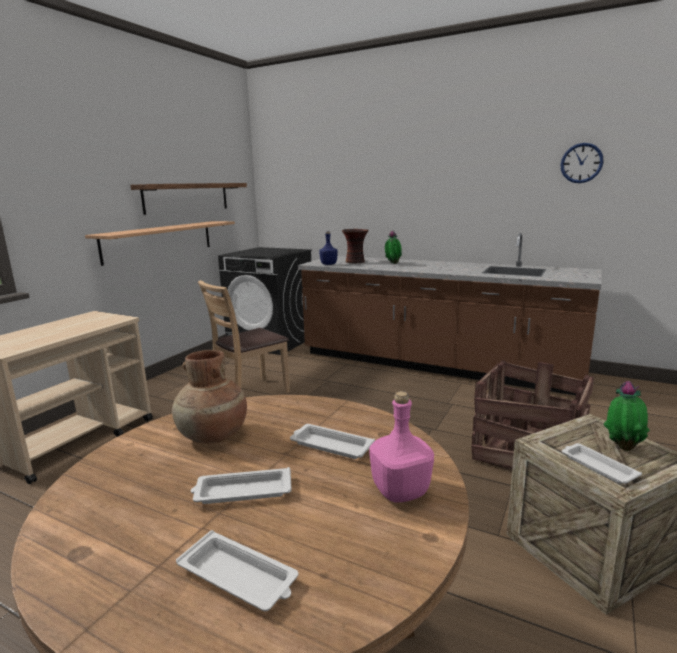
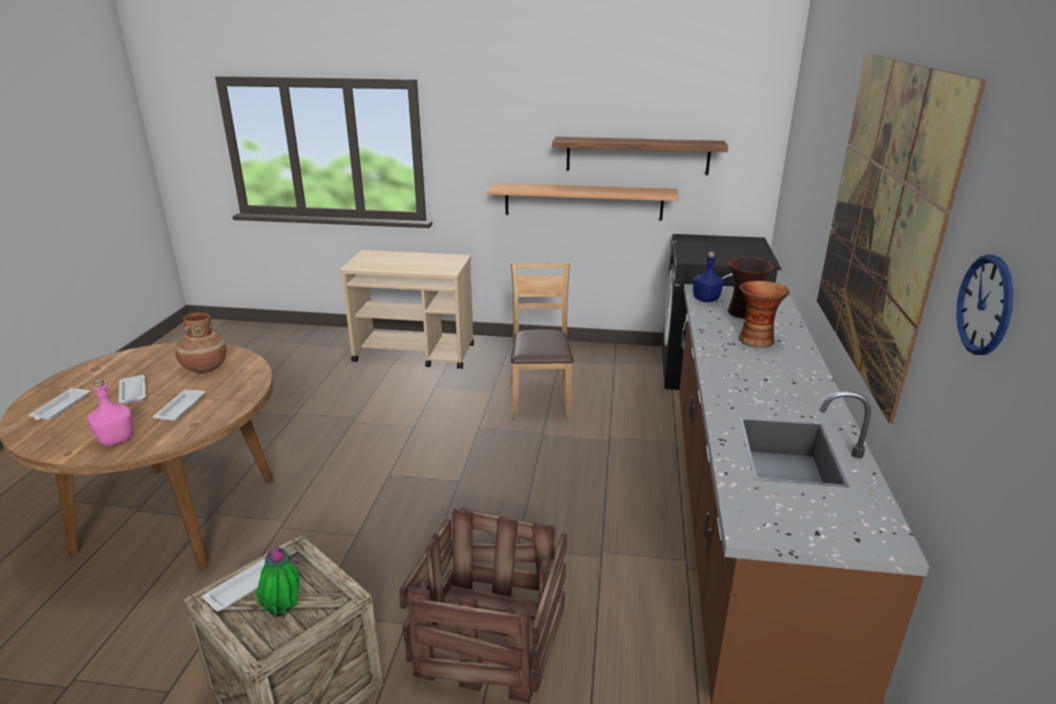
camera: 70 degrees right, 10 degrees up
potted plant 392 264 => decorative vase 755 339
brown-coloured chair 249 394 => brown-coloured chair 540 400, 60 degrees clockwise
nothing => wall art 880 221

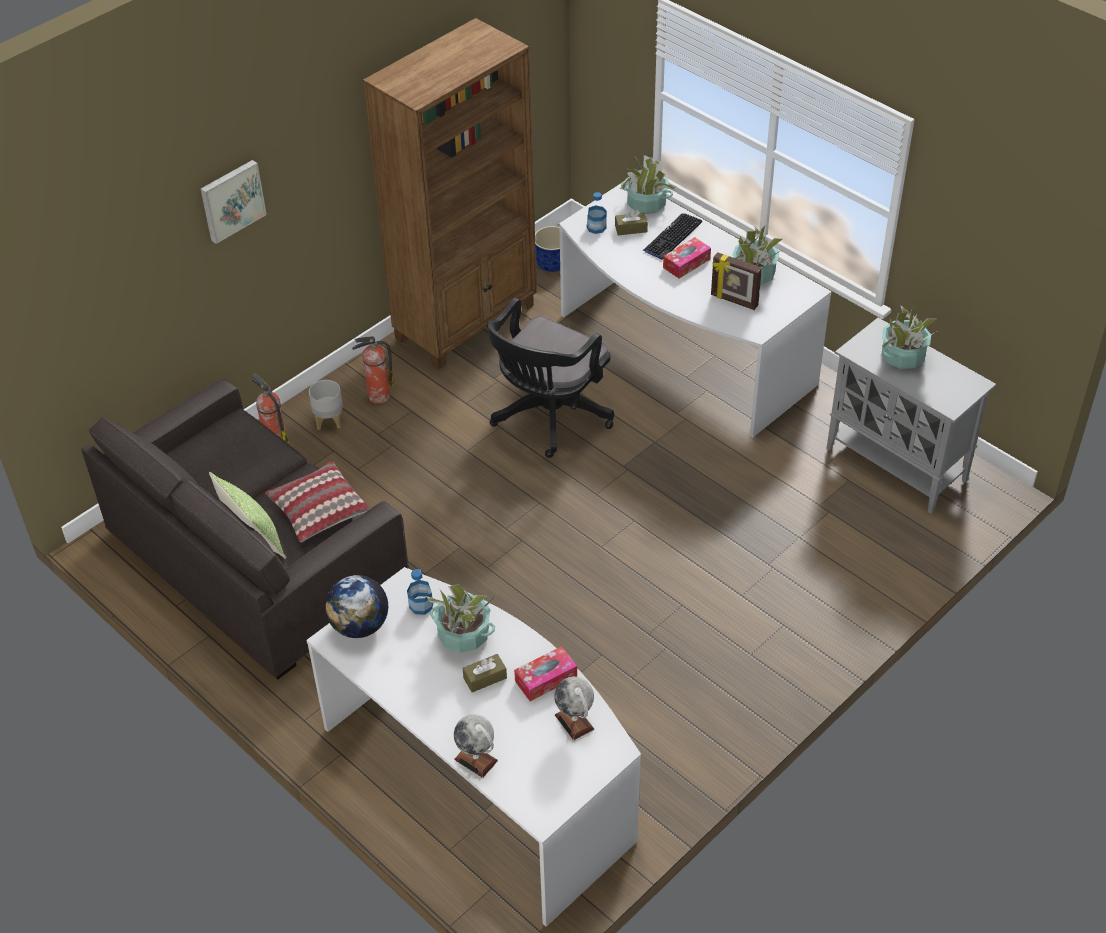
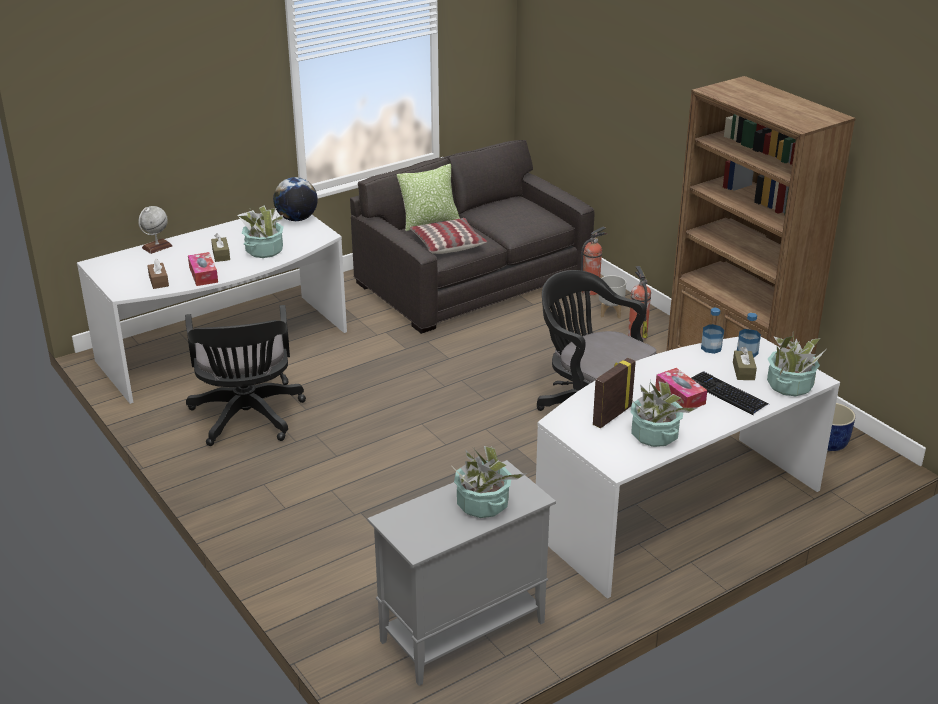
camera: 100 degrees right, 15 degrees down
wall art 231 200 => nothing
beverage bottle 421 605 => beverage bottle 711 348, relocated
desk globe 574 722 => brown-coloured box of tissues 158 281
nothing => black computer chair 247 419

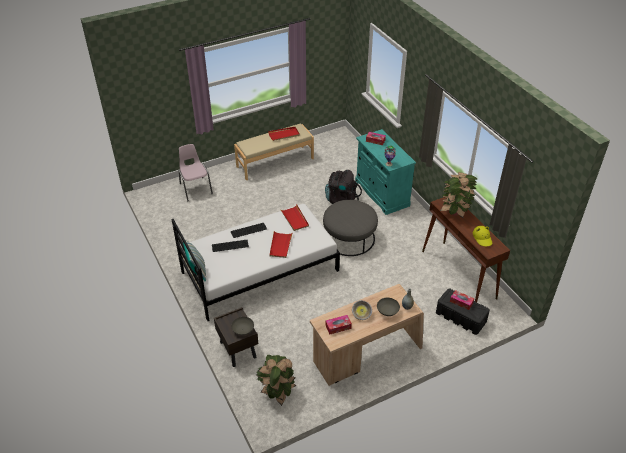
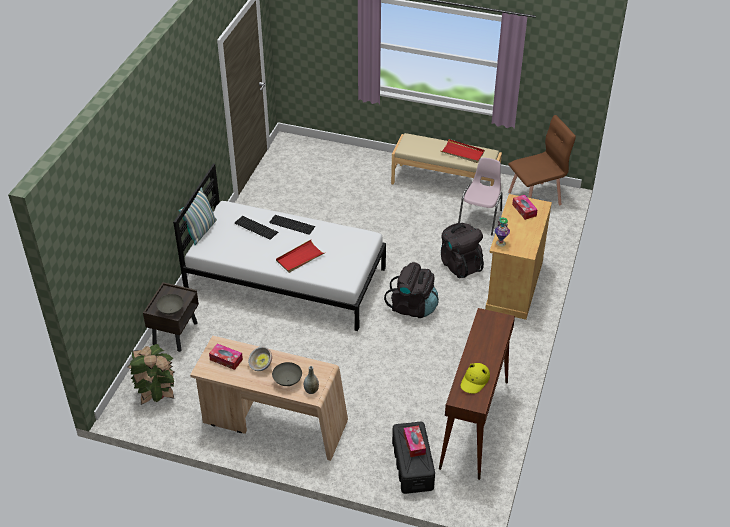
camera: 45 degrees right, 0 degrees up
turquoise cupboard 381 193 => beige cupboard 514 285
pink-coloured chair 195 188 => pink-coloured chair 481 218, relocated
potted plant 455 213 => nothing
greyish footrest 349 238 => black knapsack 413 307
red carrying tray 295 219 => nothing
nothing => brown-coloured chair 535 198

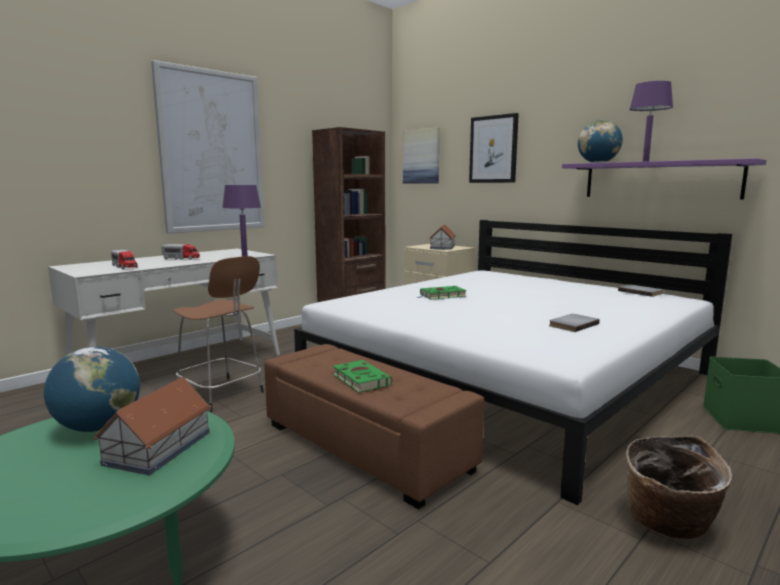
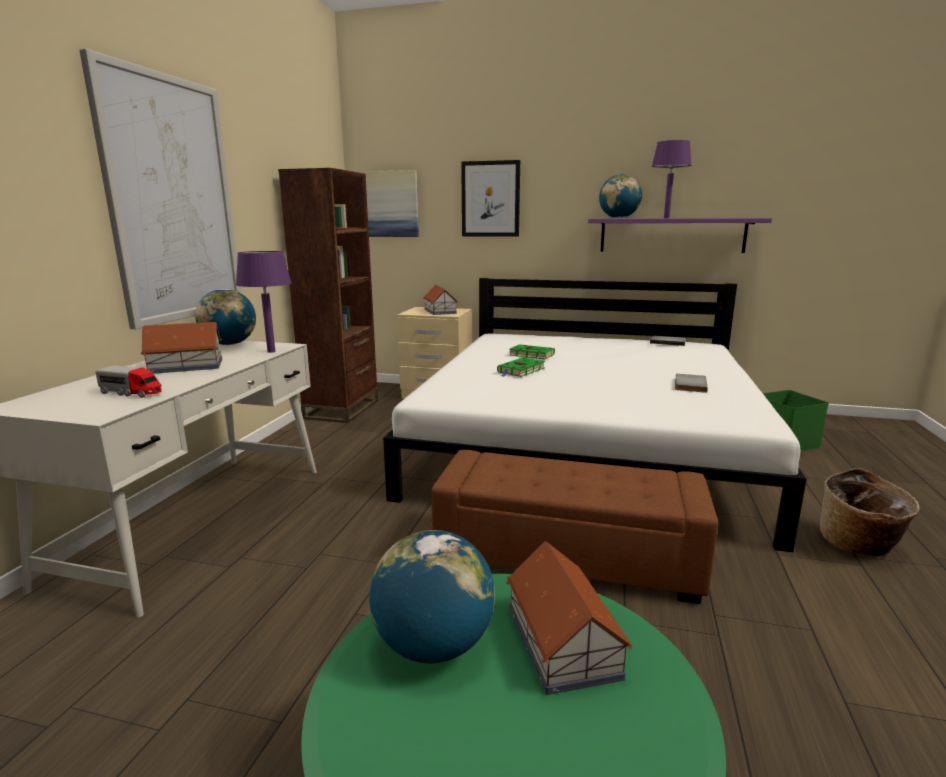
camera: 30 degrees left, 5 degrees up
toy lorry 181 258 => model house 185 366
brown-coloured stool 222 395 => nothing
greenish volume 360 379 => greenish volume 530 355, relocated
nothing => desk globe 230 344

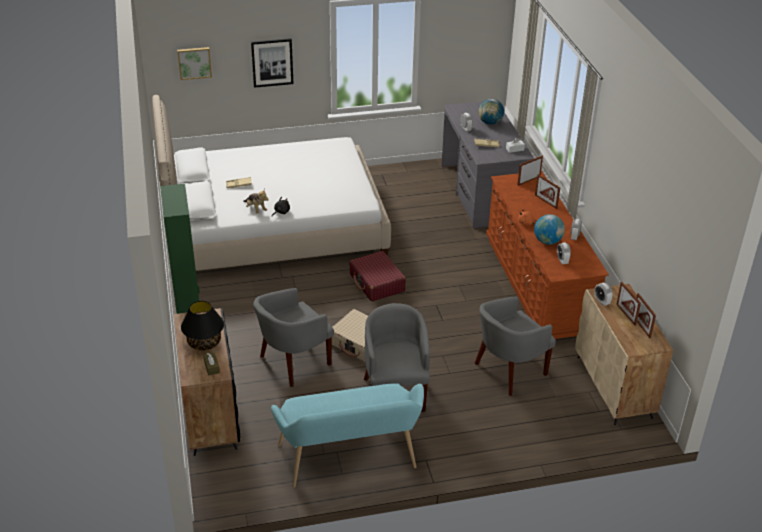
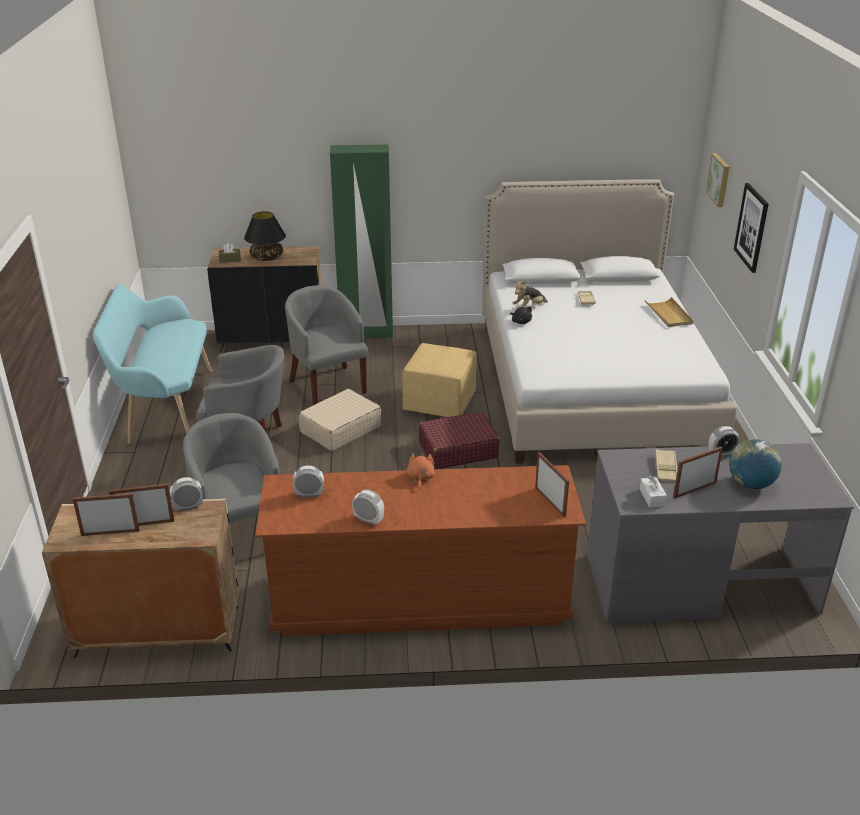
camera: 100 degrees right, 5 degrees down
picture frame 546 202 => picture frame 694 490, relocated
desk globe 547 241 => nothing
nothing => beige carrying tray 668 314
nothing => yellowish footrest 440 404

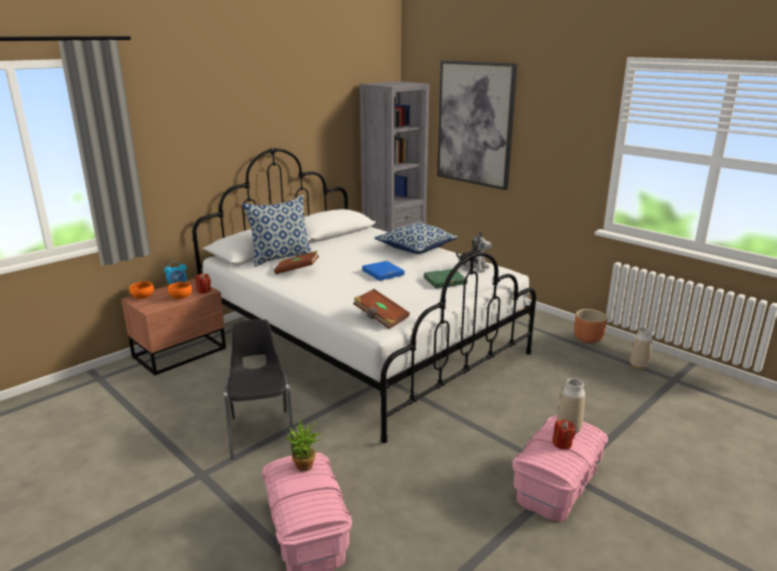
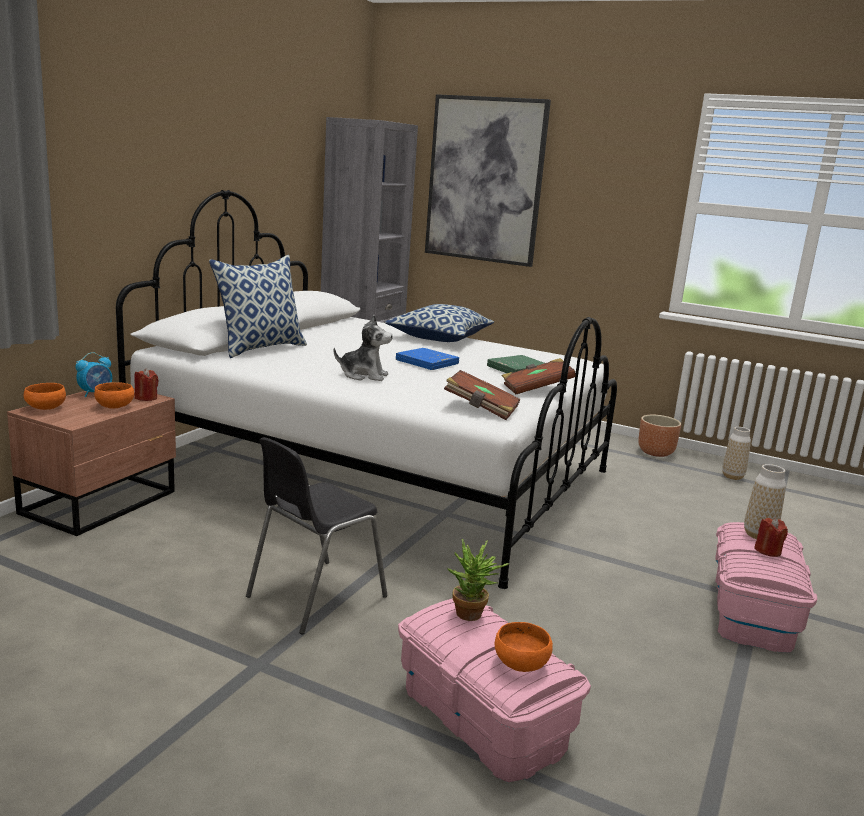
camera: 20 degrees left, 5 degrees down
plush toy 473 267 => plush toy 363 375, relocated
brown-coloured volume 297 271 => brown-coloured volume 536 390, relocated
black chair 261 433 => black chair 314 596, 105 degrees counterclockwise
nothing => orange serving bowl 519 663

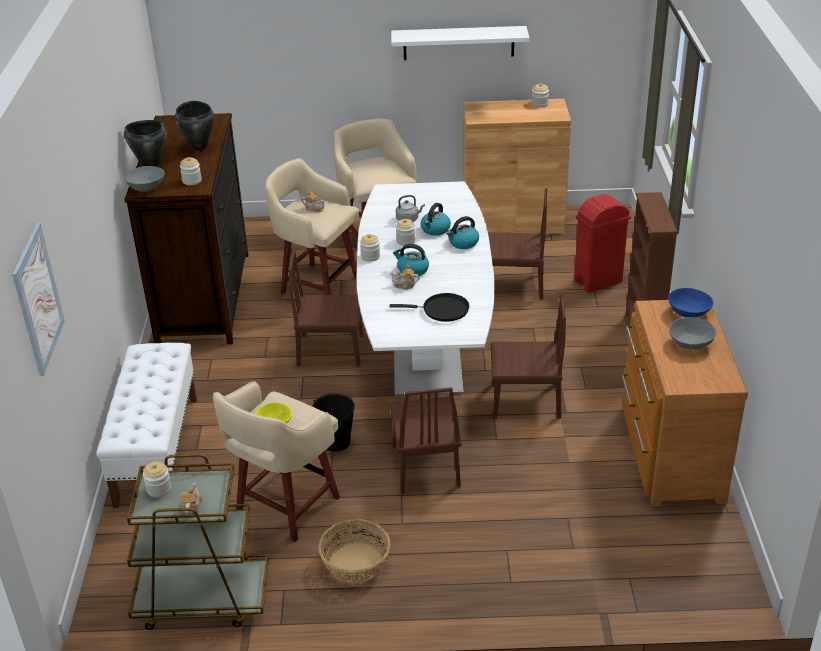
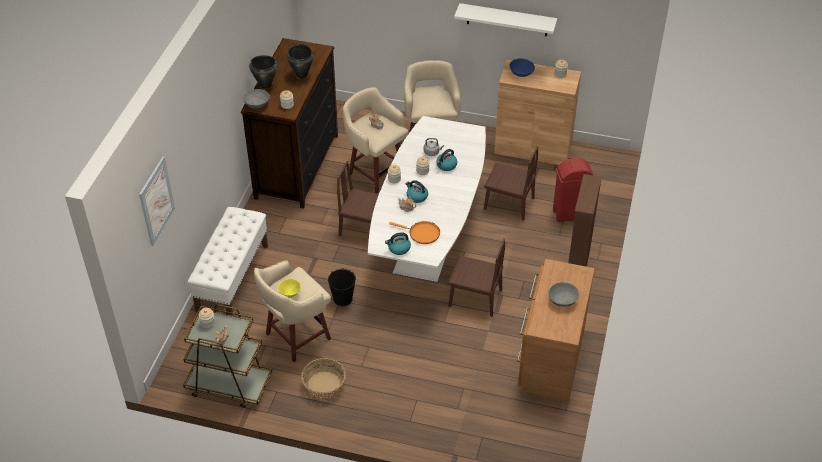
camera: 15 degrees right, 10 degrees up
water kettle 463 243 => water kettle 398 248, relocated
bluish serving bowl 688 313 => bluish serving bowl 521 73, relocated
black frying pan 442 310 => orange frying pan 422 234
brown-coloured chair 426 465 => nothing

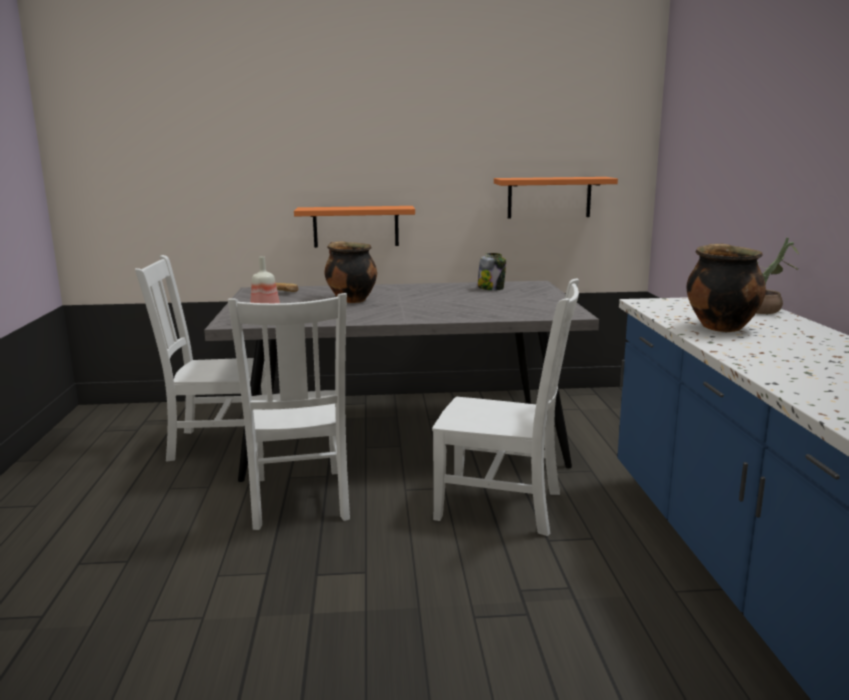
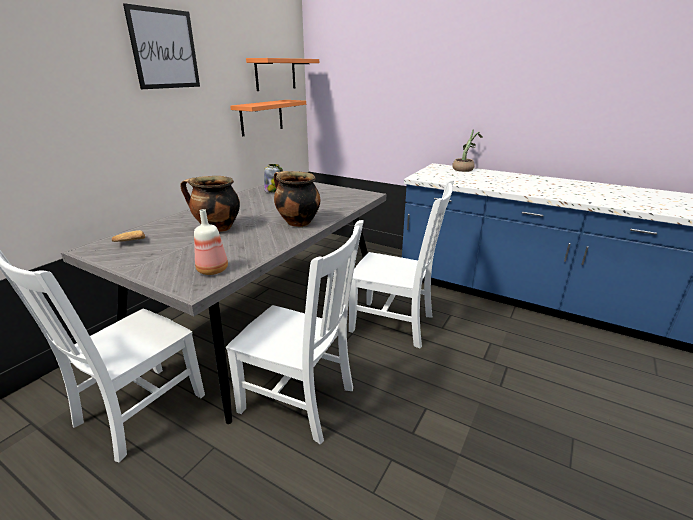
camera: 55 degrees left, 10 degrees up
orange bracket shelf 356 226 => orange bracket shelf 275 74, relocated
stockpot 719 327 => stockpot 297 223, relocated
whitish chair 503 506 => whitish chair 395 324, 60 degrees clockwise
nothing => wall art 164 49

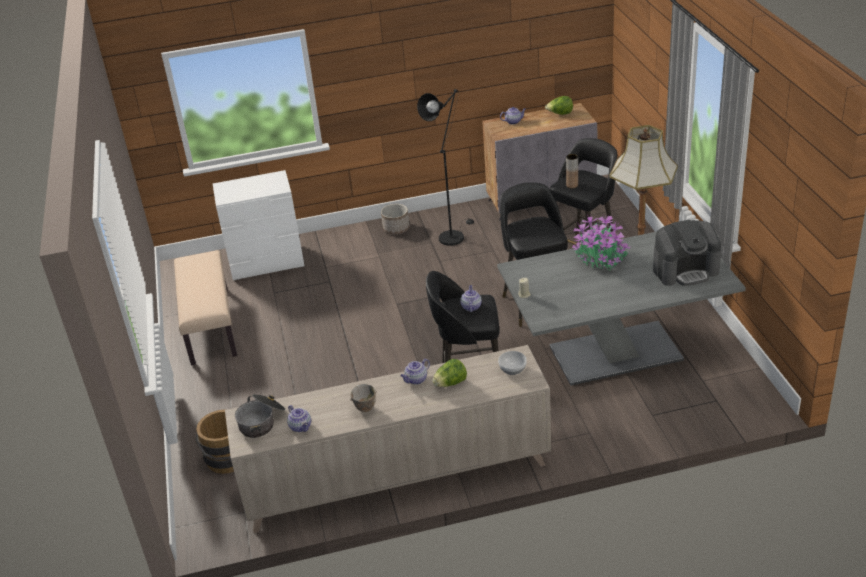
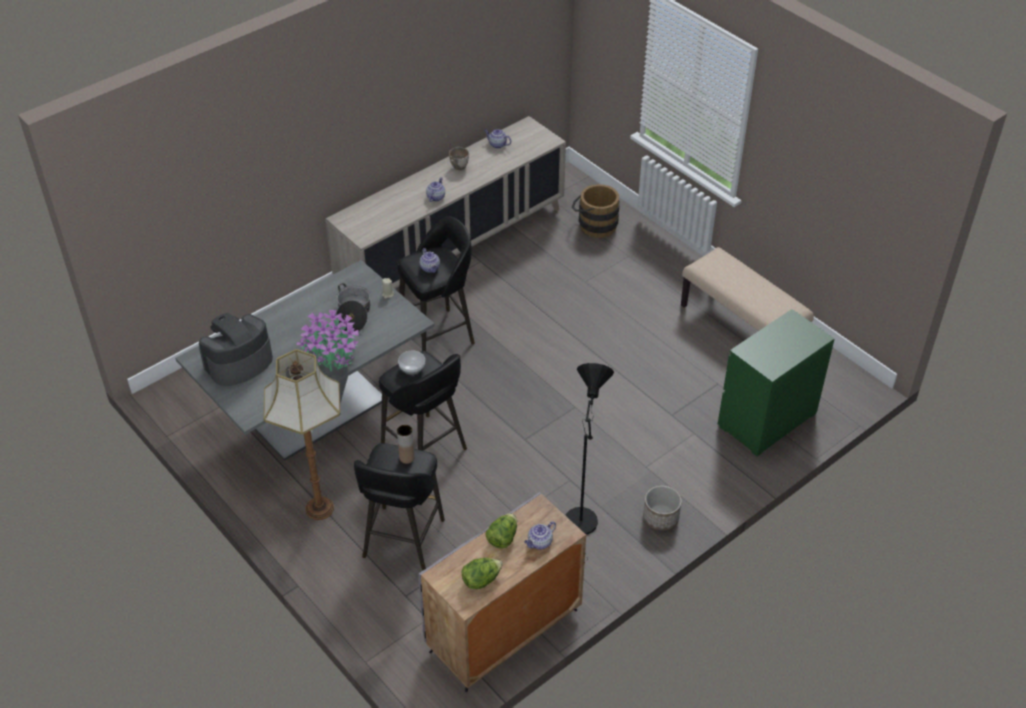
camera: 150 degrees right, 10 degrees up
whitish drawer chest 267 262 => greenish drawer chest 766 420
serving bowl 512 369 => serving bowl 412 369, relocated
head of lettuce 450 383 => head of lettuce 502 538, relocated
stockpot 262 422 => stockpot 353 315, relocated

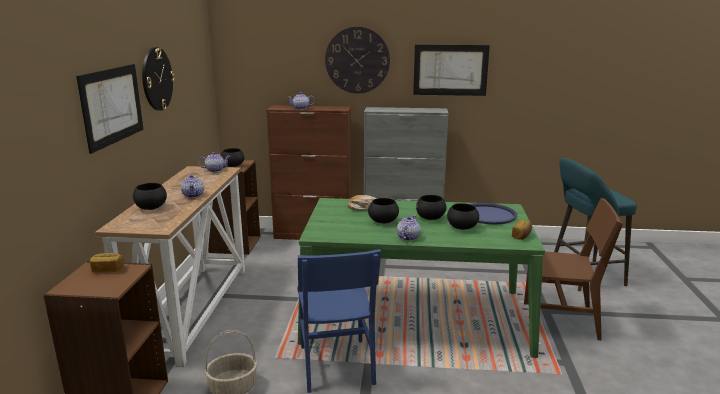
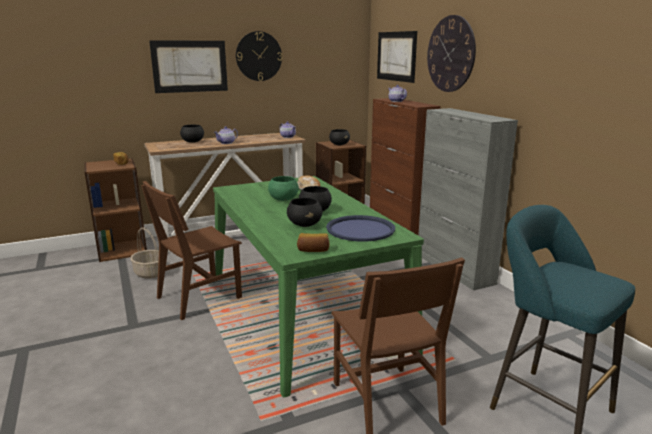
camera: 60 degrees right, 0 degrees up
wall art 450 70 => wall art 396 56, relocated
black serving bowl 383 221 => greenish serving bowl 283 199
tea pot 407 238 => nothing
bluish chair 336 364 => brown-coloured chair 199 298

